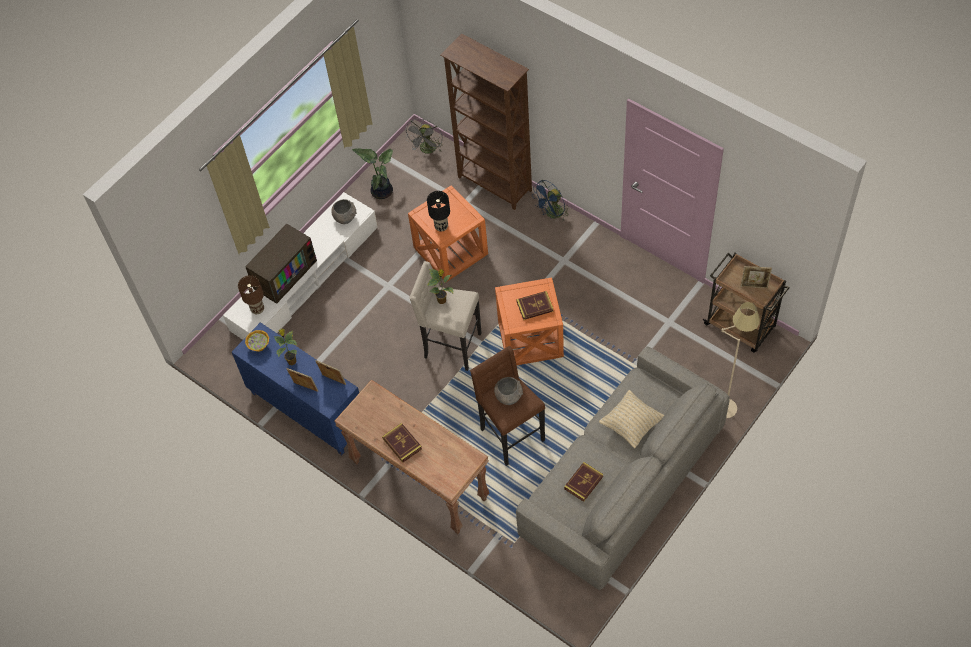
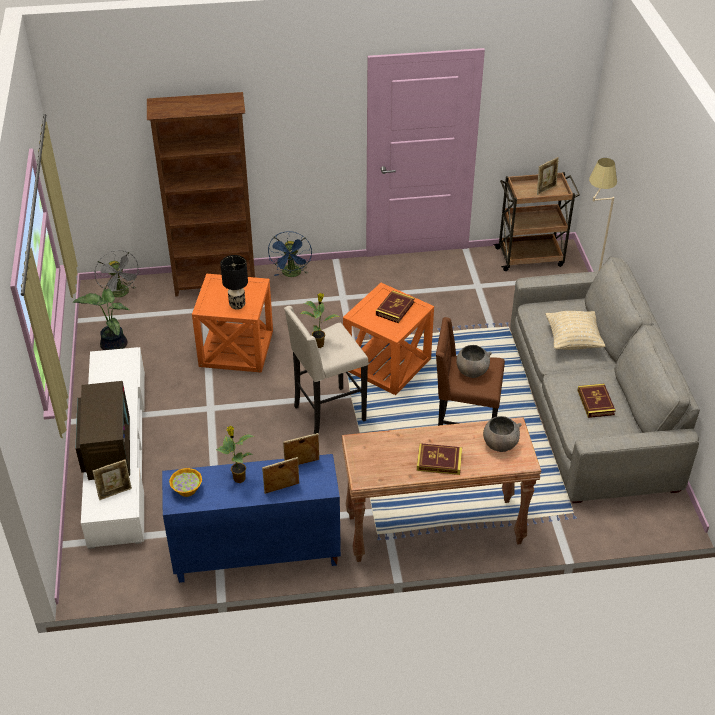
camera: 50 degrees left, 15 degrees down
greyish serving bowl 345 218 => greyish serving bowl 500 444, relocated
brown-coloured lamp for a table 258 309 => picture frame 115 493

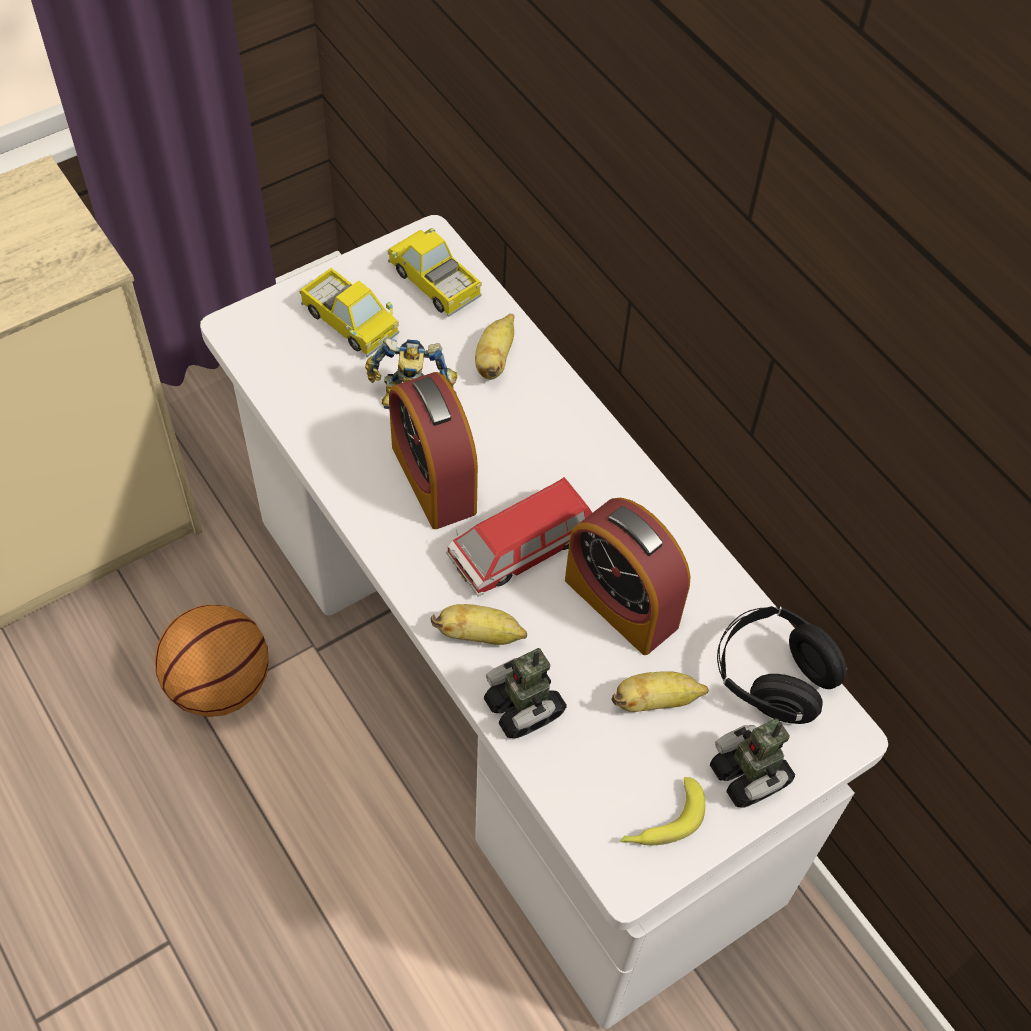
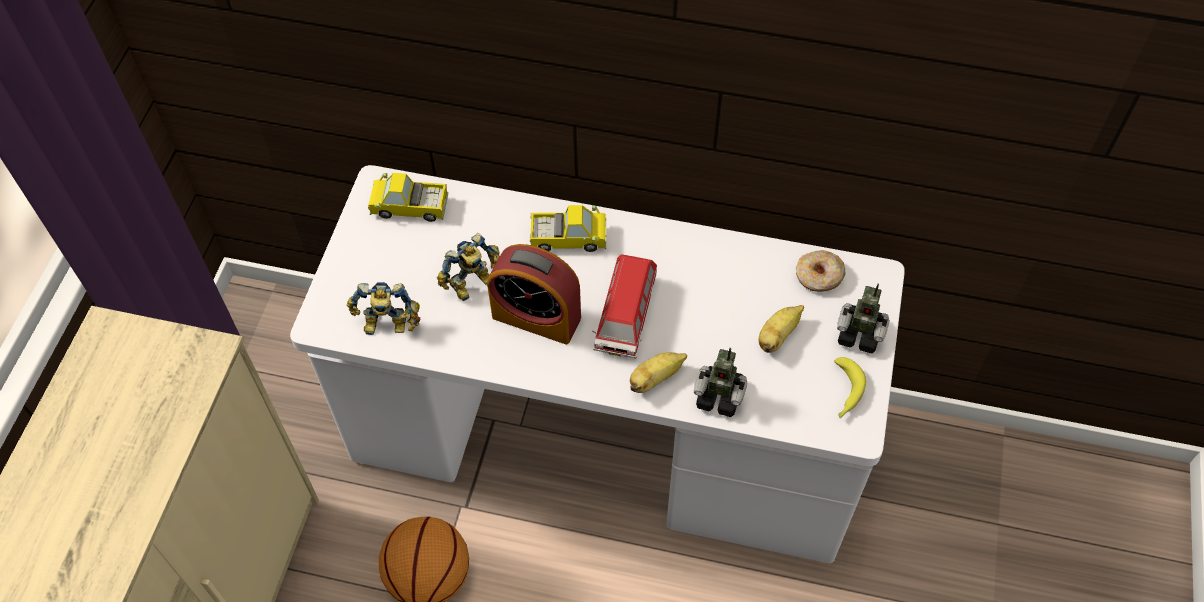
camera: 40 degrees left, 0 degrees up
toy lorry 350 323 => toy lorry 568 238, relocated
whole banana 494 359 => nothing
bedside clock 621 602 => nothing
black pair of headphones 772 678 => ring doughnut 818 277
nothing => model robot 387 326

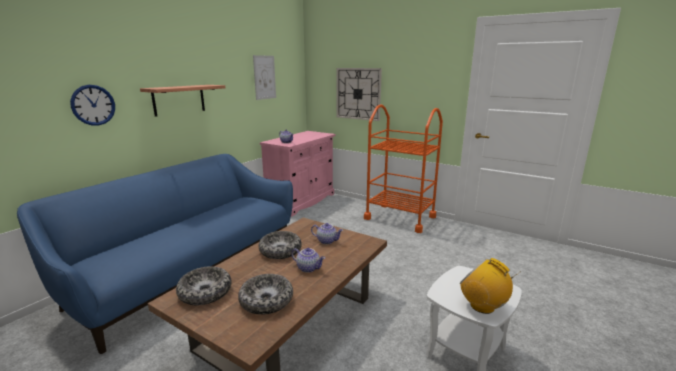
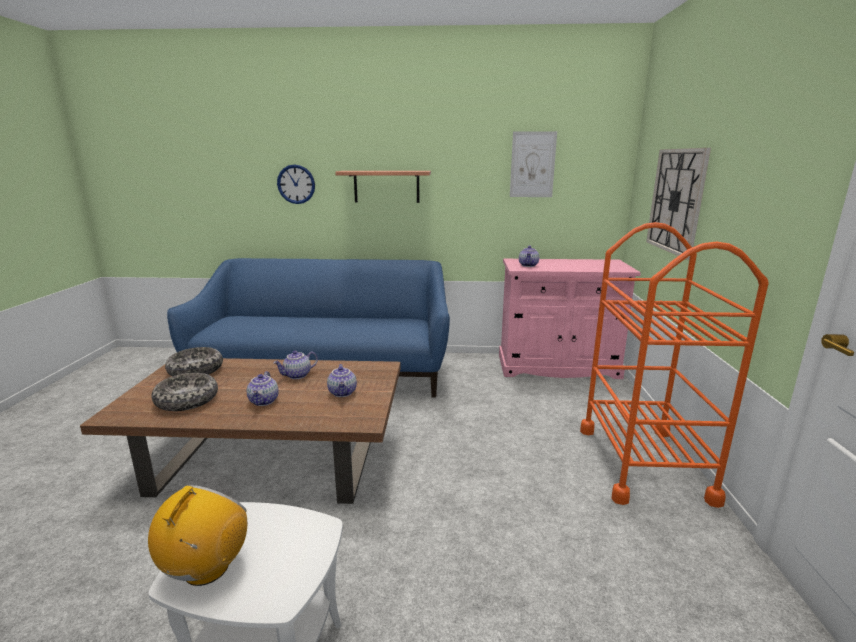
camera: 60 degrees right, 0 degrees up
serving bowl 280 251 => tea pot 297 375

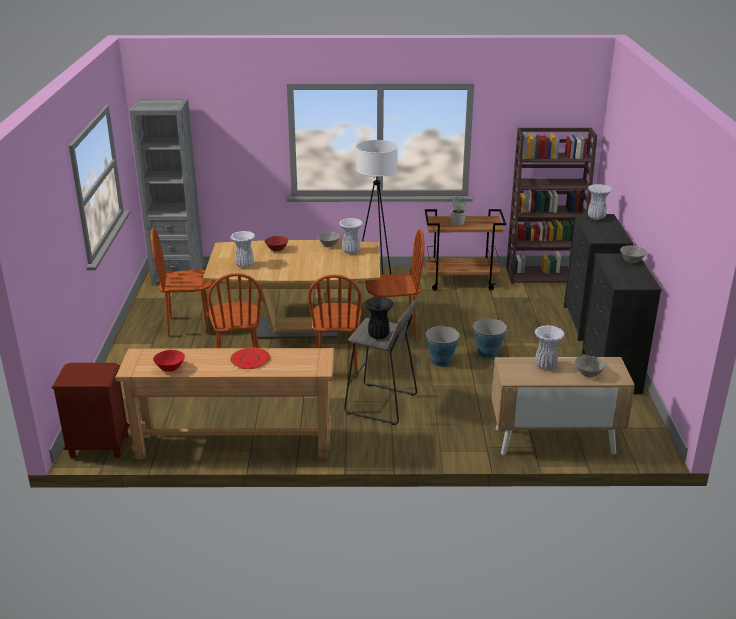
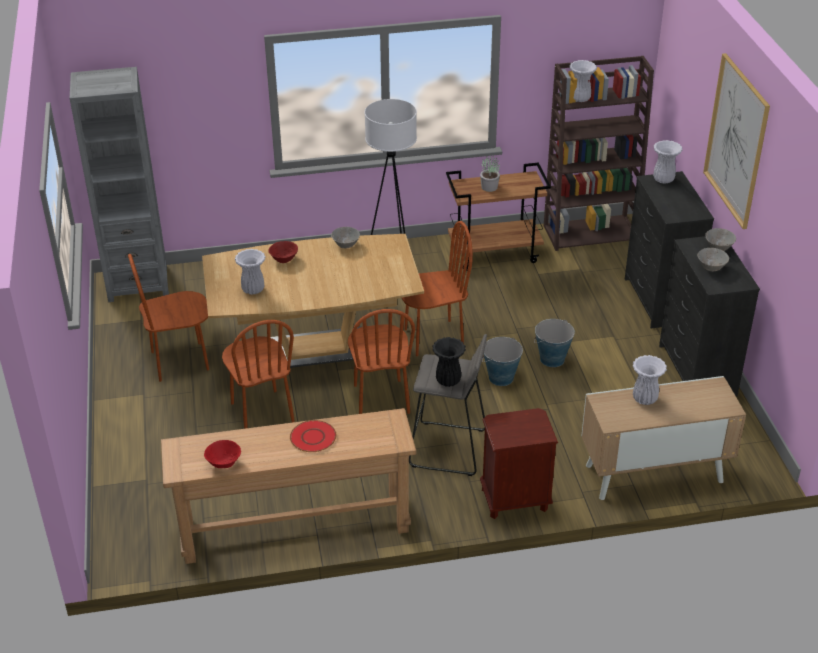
camera: 10 degrees left, 10 degrees up
whitish decorative vase 351 251 => whitish decorative vase 580 98, relocated
greyish serving bowl 588 374 => greyish serving bowl 711 268, relocated
brown-coloured bedside table 99 446 => brown-coloured bedside table 514 500, relocated
nothing => wall art 736 141

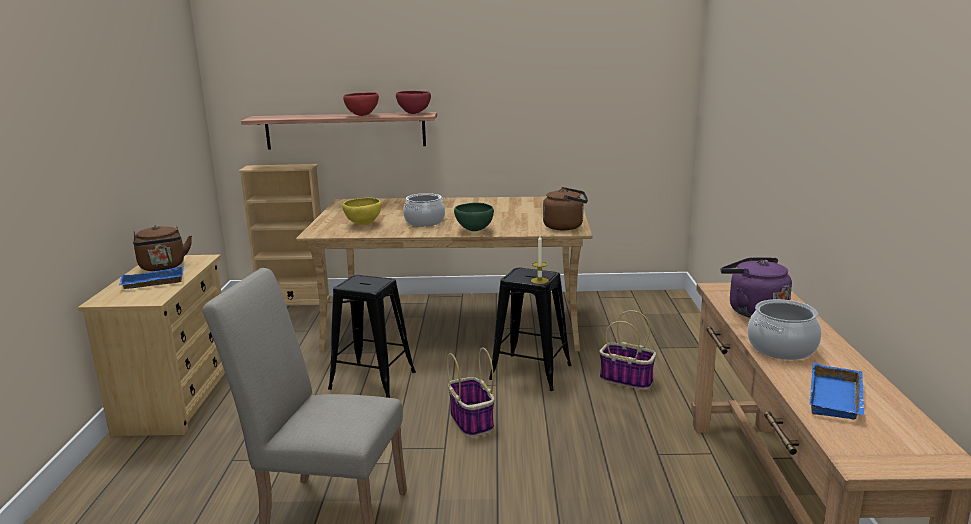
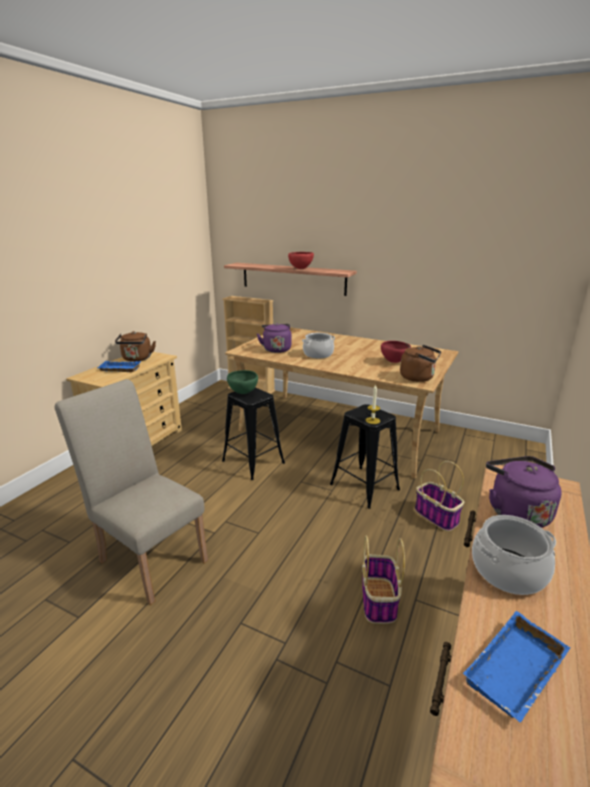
camera: 25 degrees right, 5 degrees up
red serving bowl 414 113 => red serving bowl 394 362, relocated
yellowish serving bowl 363 224 => purple-coloured water kettle 276 349
greenish serving bowl 474 231 => greenish serving bowl 243 393, relocated
household basket 472 421 => household basket 379 601, relocated

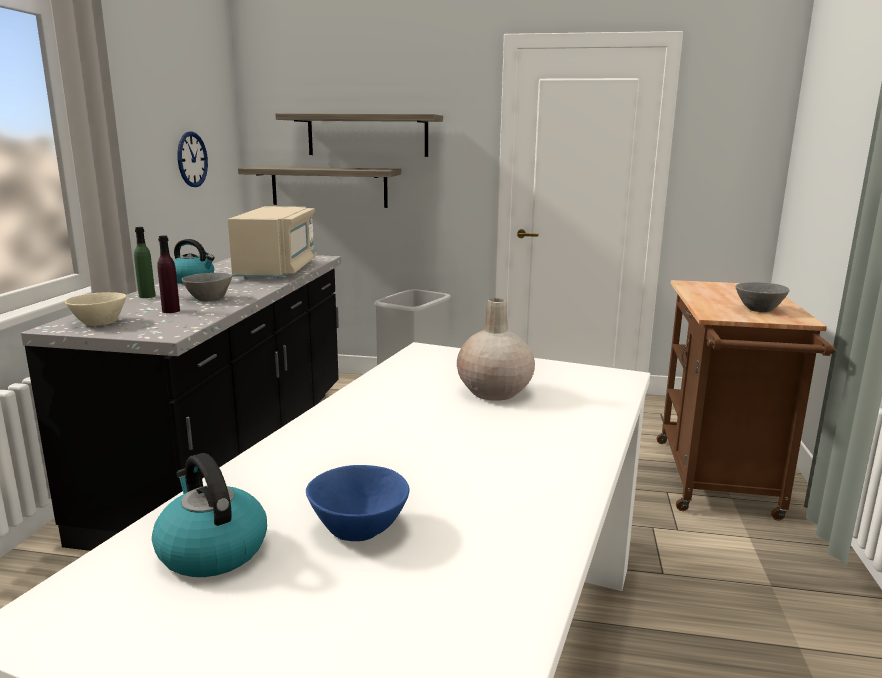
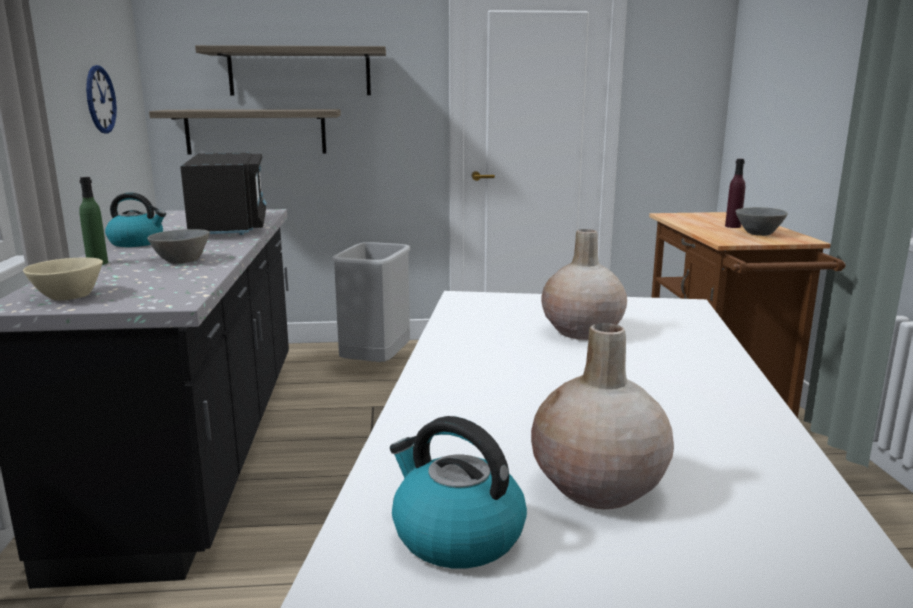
camera: 15 degrees left, 0 degrees up
beige microwave 277 270 => black microwave 229 226
purple-coloured beverage bottle 171 311 => purple-coloured beverage bottle 732 226, relocated
bluish serving bowl 359 531 => beige decorative vase 598 487

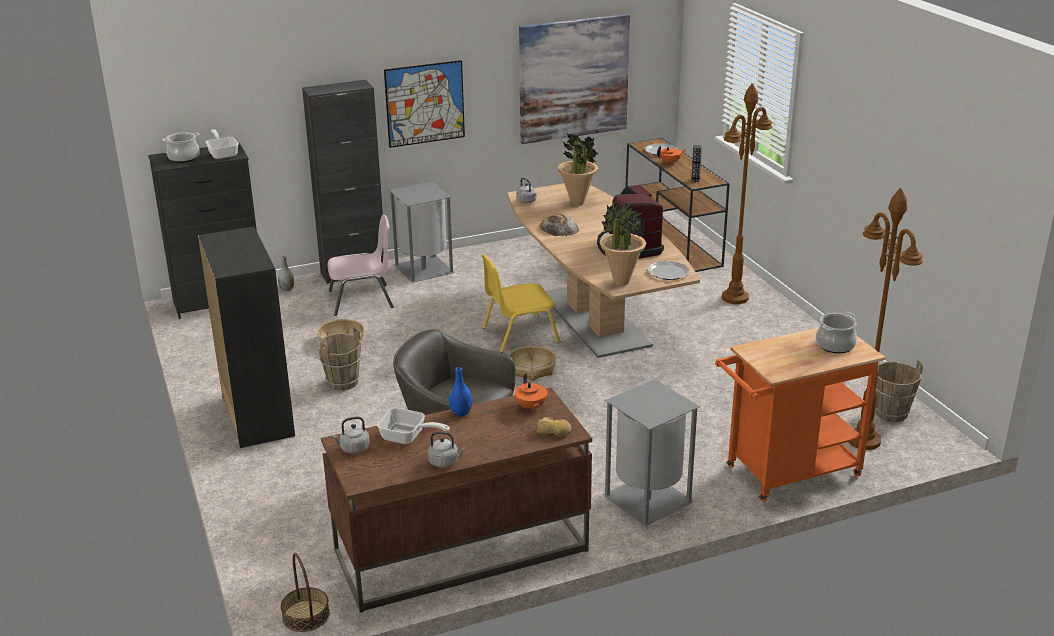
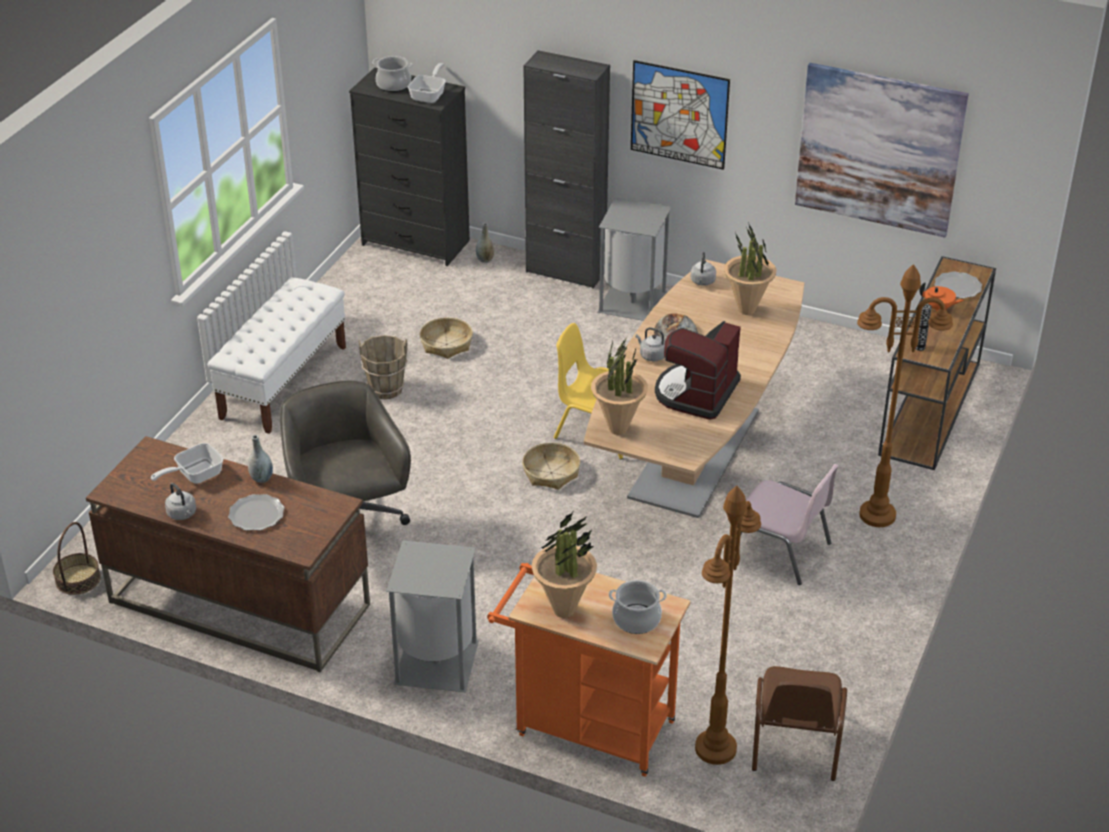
camera: 45 degrees right, 10 degrees up
pink-coloured chair 362 300 => pink-coloured chair 780 551, relocated
black drawer chest 257 415 => whitish indoor bench 284 382
plate 668 272 => plate 256 515, relocated
brown-coloured bucket 891 414 => brown-coloured chair 795 743
bluish decorative vase 461 413 => greyish decorative vase 261 478
orange tea pot 531 407 => nothing
frying pan 407 437 => frying pan 194 475, 75 degrees clockwise
greyish water kettle 353 449 => greyish water kettle 651 355, relocated
bakery bread 554 432 => nothing
nothing => potted plant 564 610

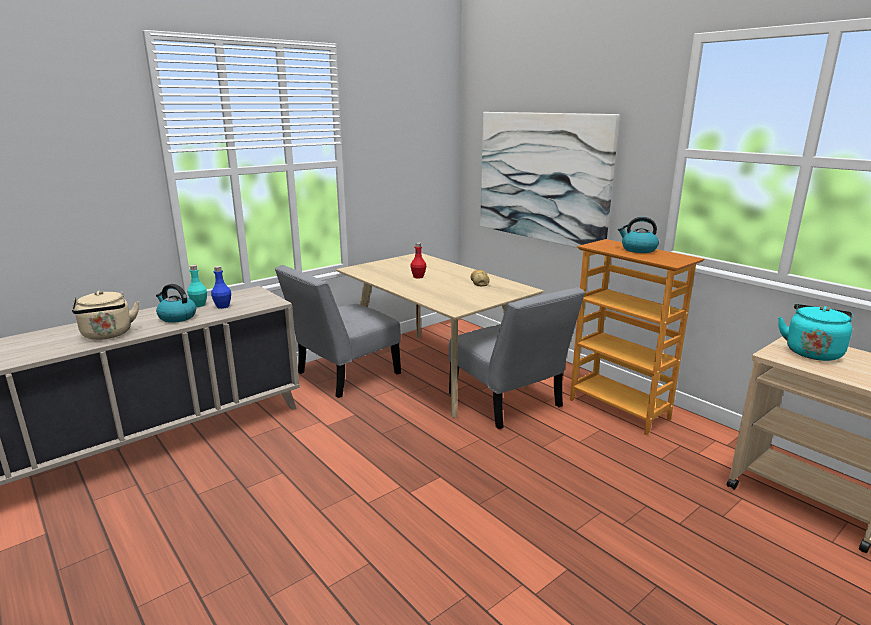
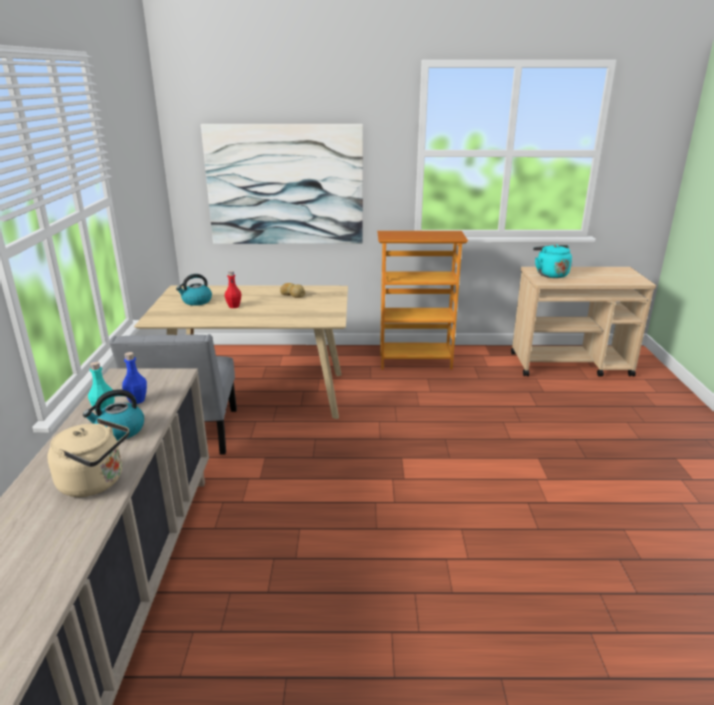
camera: 50 degrees left, 5 degrees up
water kettle 638 250 => water kettle 196 301, relocated
greyish chair 508 403 => nothing

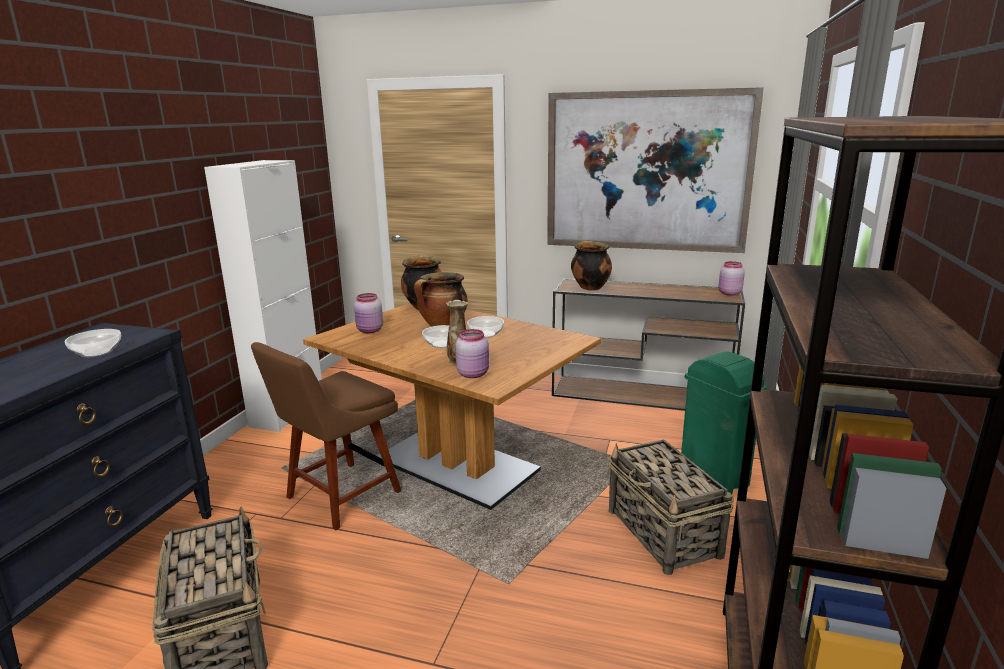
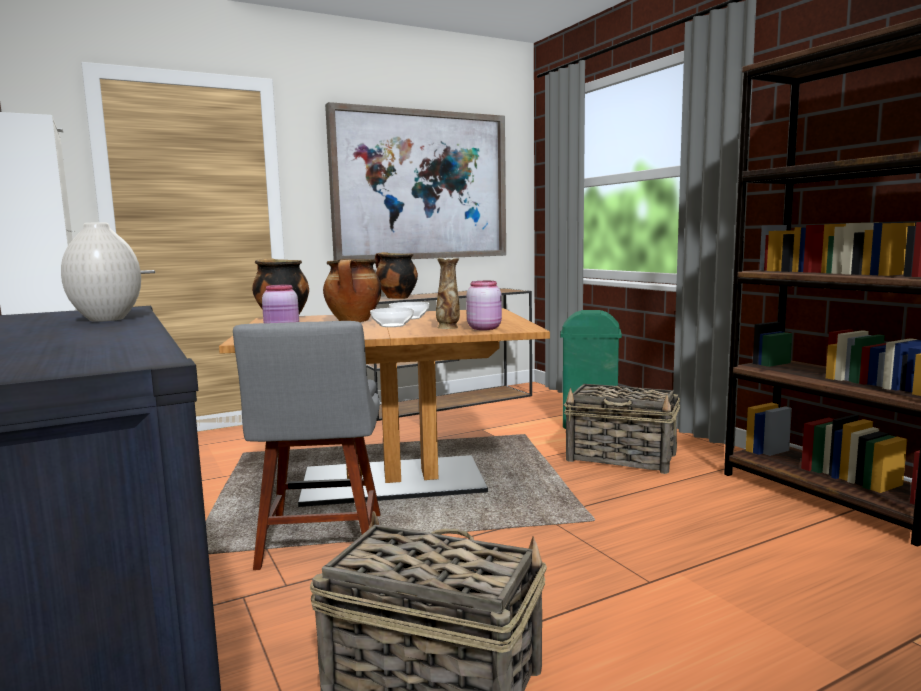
camera: 45 degrees left, 10 degrees down
pink-coloured jar 729 293 => nothing
serving bowl 98 352 => whitish decorative vase 108 319
brown-coloured chair 339 497 => greyish chair 321 544

